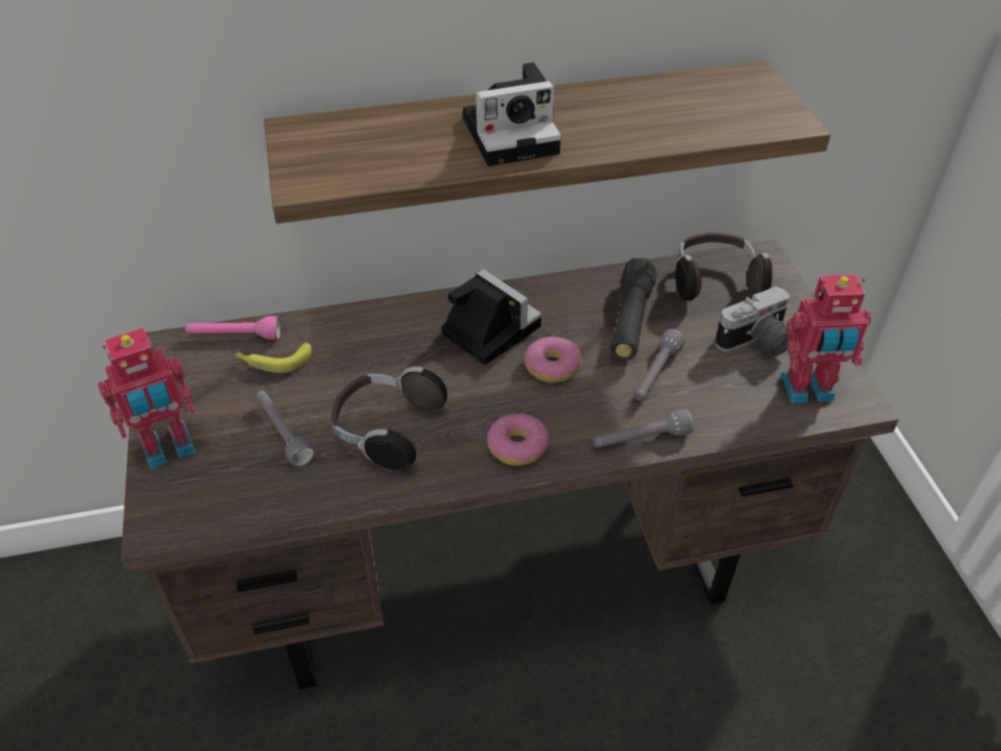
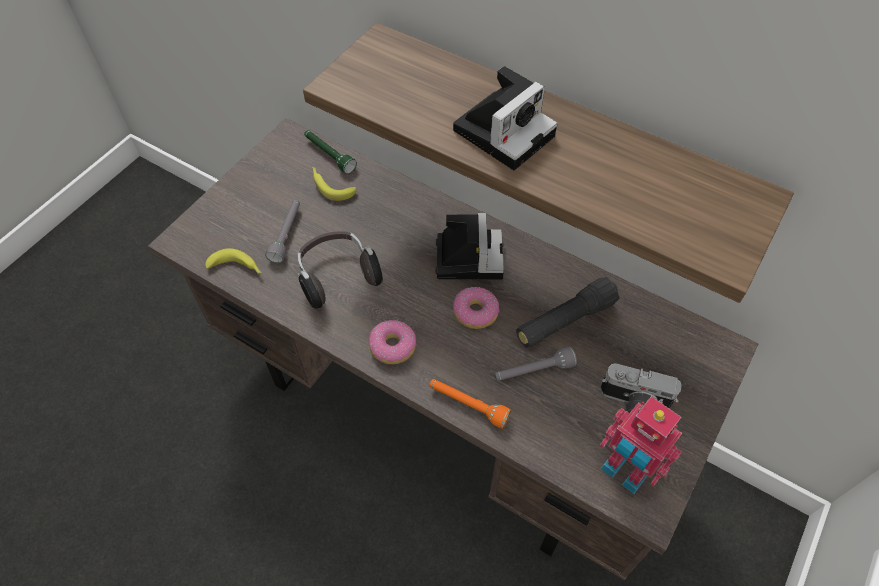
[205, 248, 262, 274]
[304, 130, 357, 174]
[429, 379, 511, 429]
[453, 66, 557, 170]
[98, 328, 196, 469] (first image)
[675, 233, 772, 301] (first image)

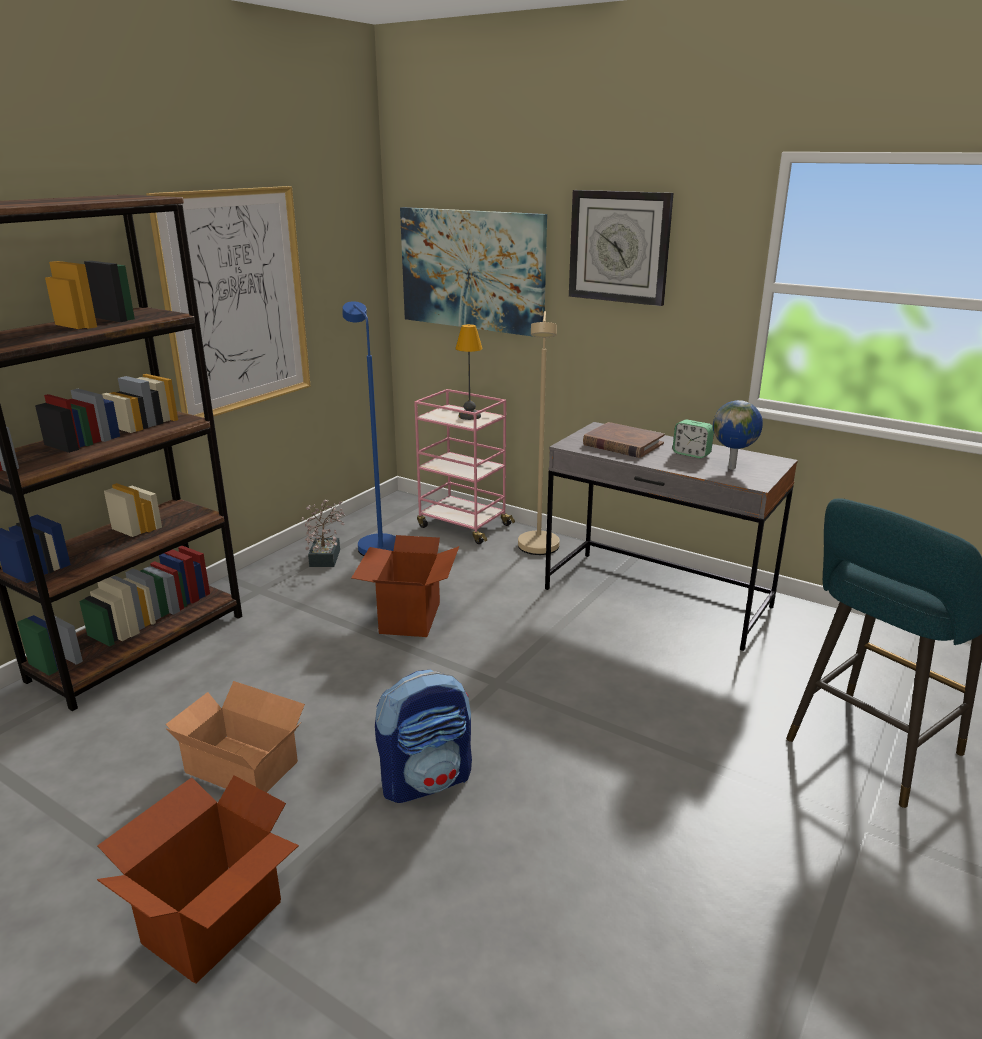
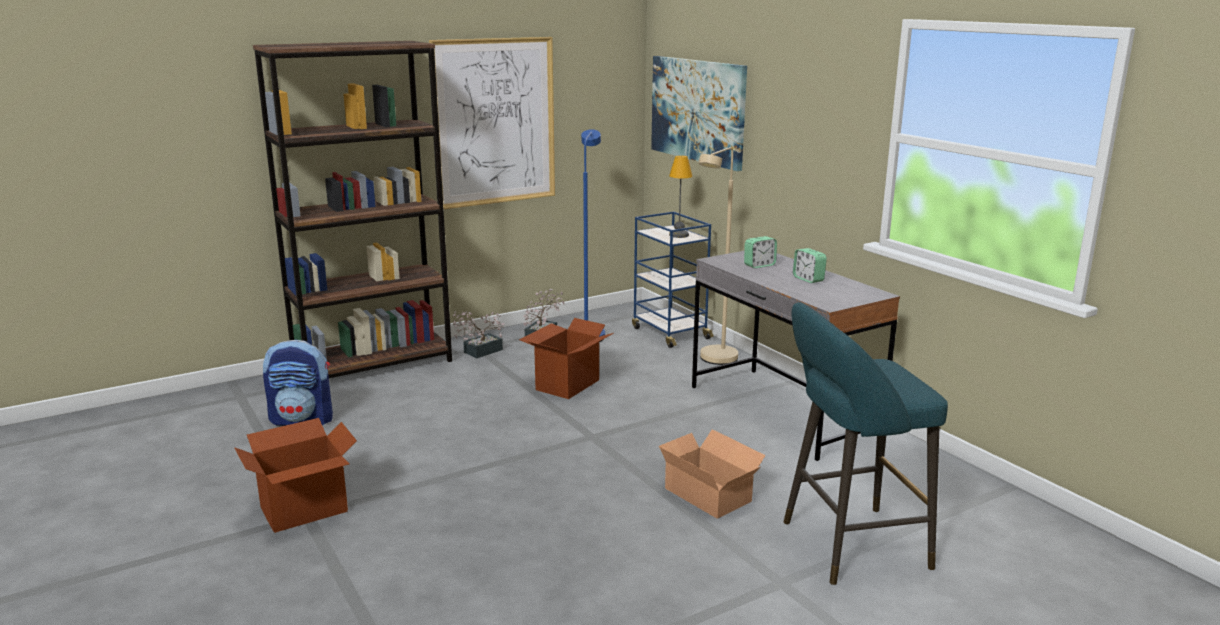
[263, 339, 333, 426]
[452, 311, 505, 358]
[632, 211, 714, 348]
[659, 429, 766, 518]
[744, 236, 777, 268]
[569, 190, 673, 306] (first image)
[713, 400, 763, 470] (first image)

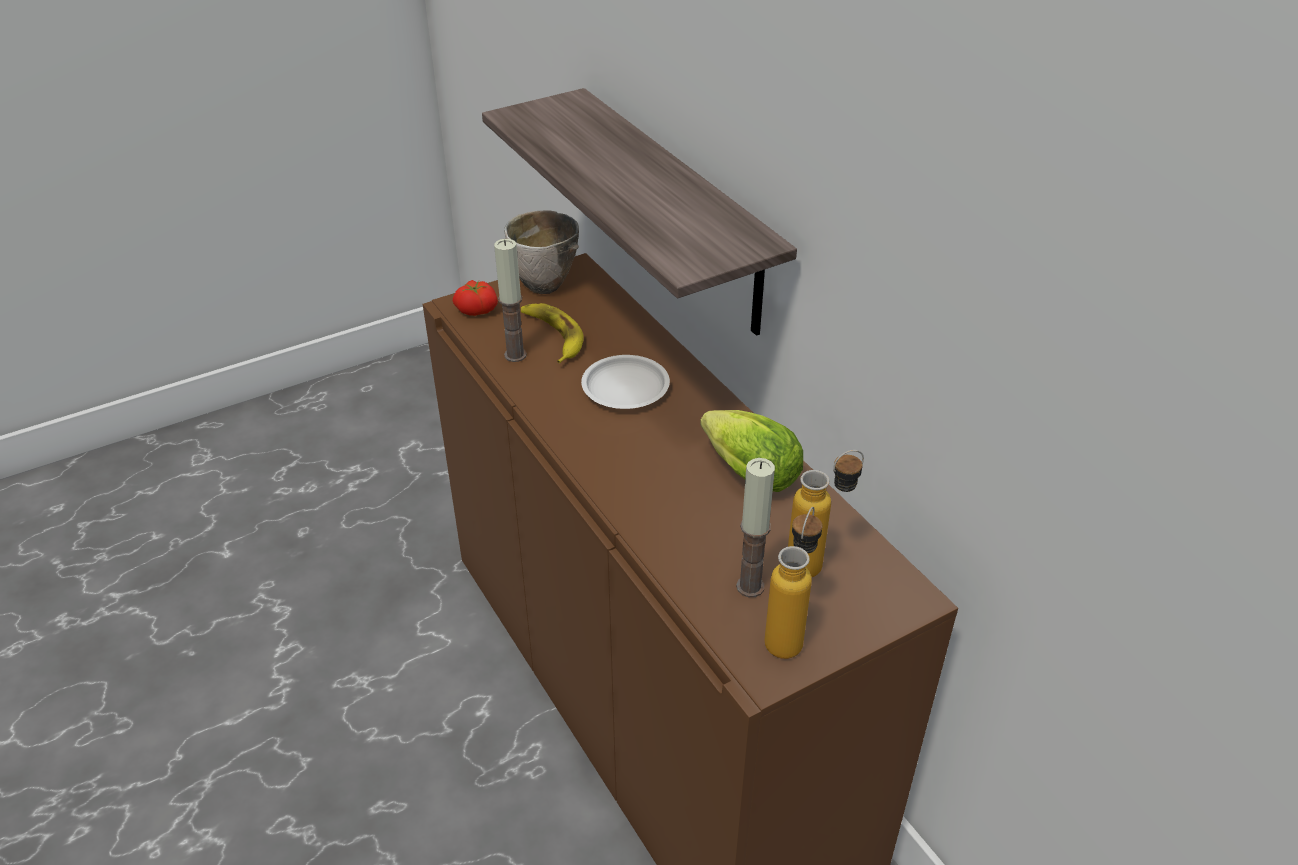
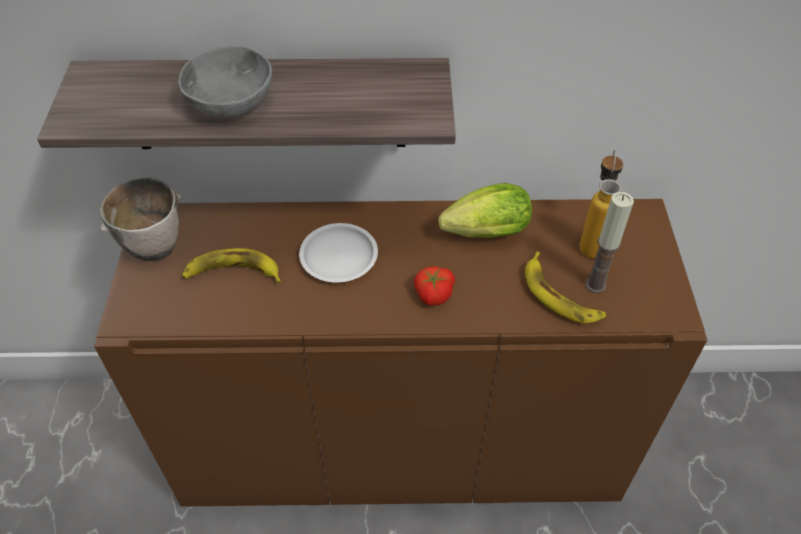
[178, 46, 272, 118]
[414, 266, 455, 305]
[525, 251, 606, 323]
[494, 239, 527, 362] (first image)
[765, 507, 823, 659] (first image)

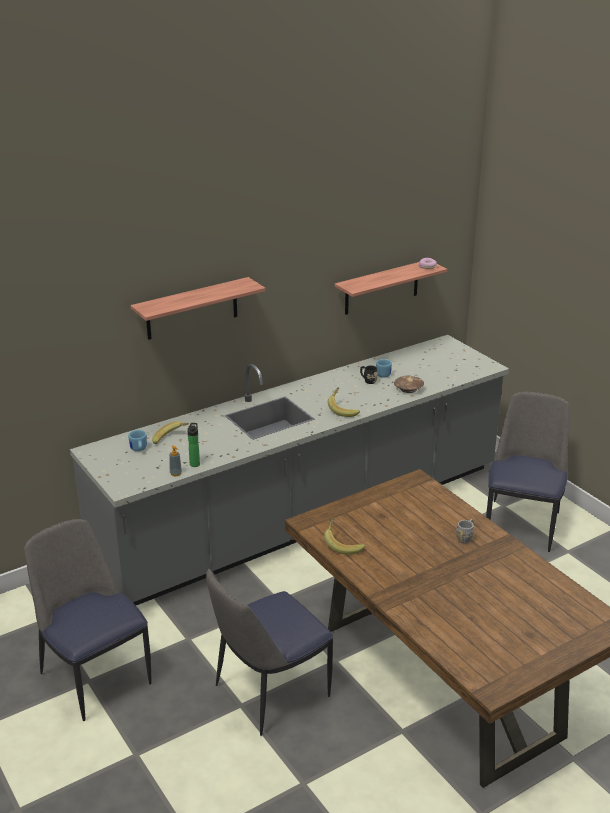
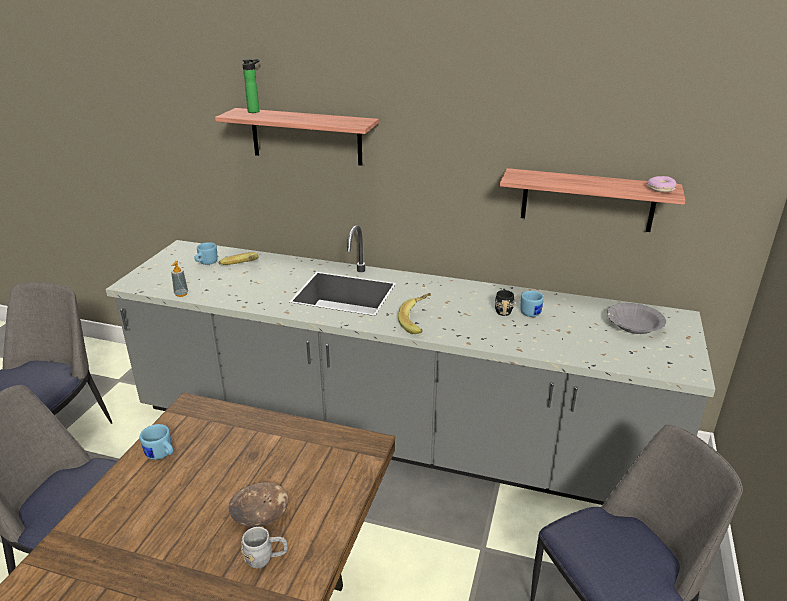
[140, 424, 173, 460]
[229, 483, 288, 527]
[242, 59, 260, 113]
[607, 303, 666, 334]

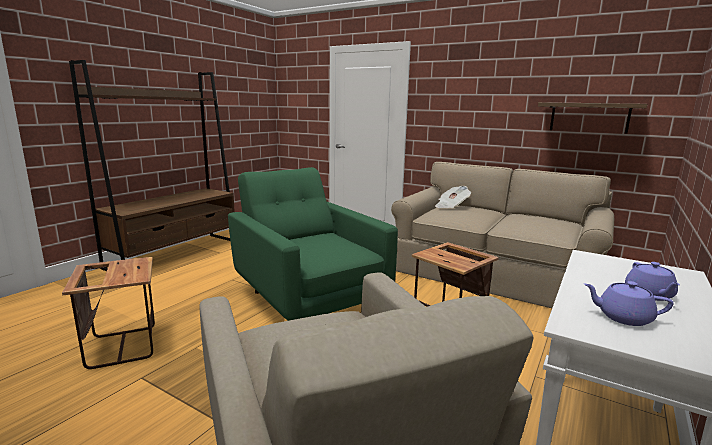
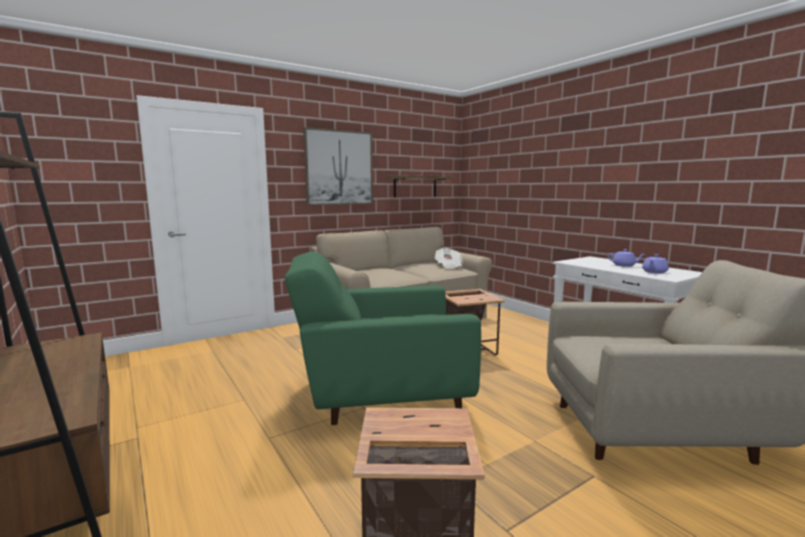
[303, 127, 373, 205]
[435, 247, 462, 269]

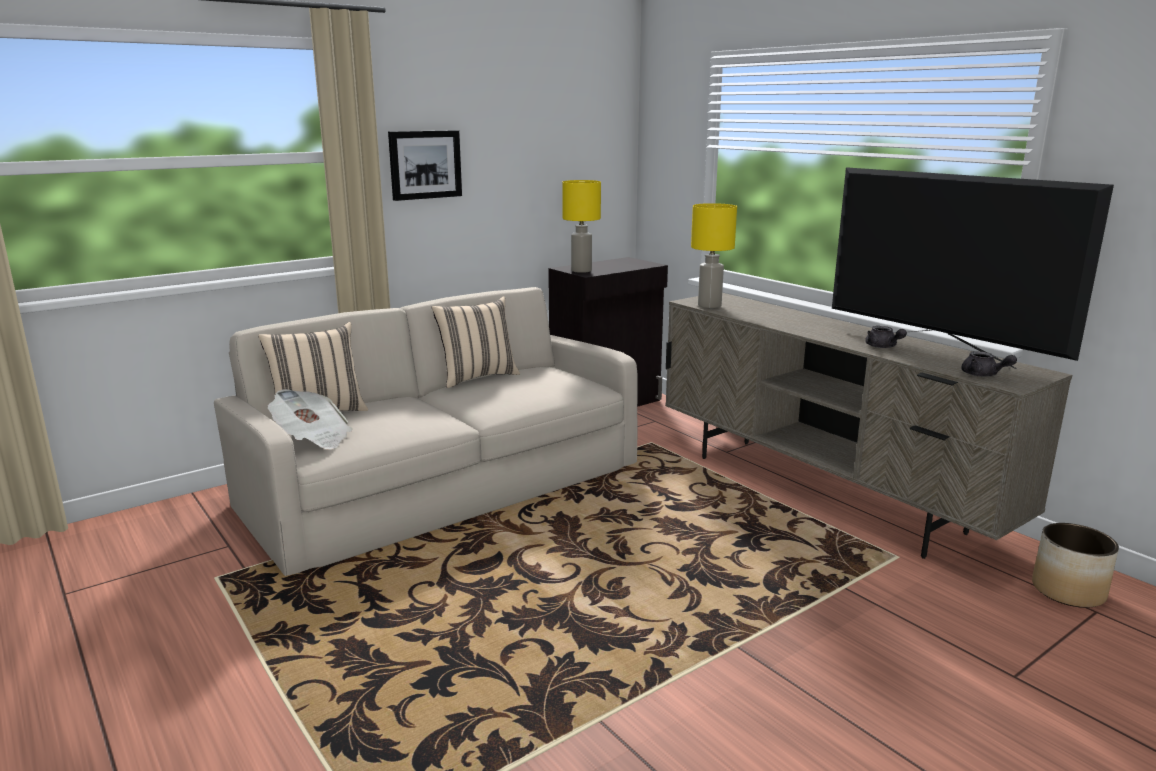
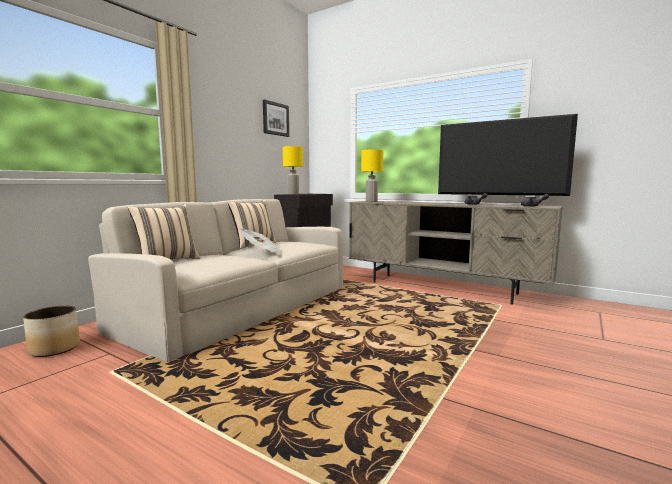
[23, 305, 80, 357]
[241, 228, 280, 254]
[263, 100, 289, 137]

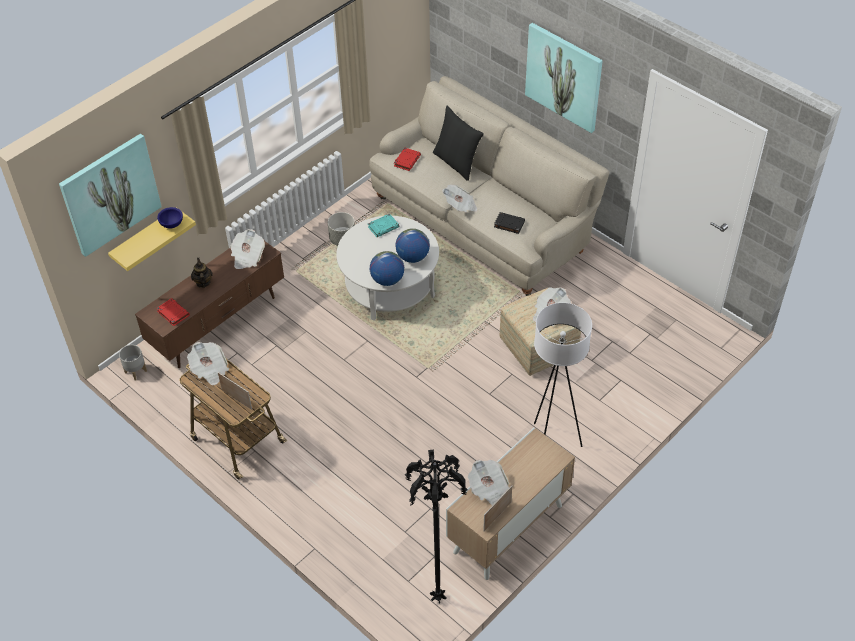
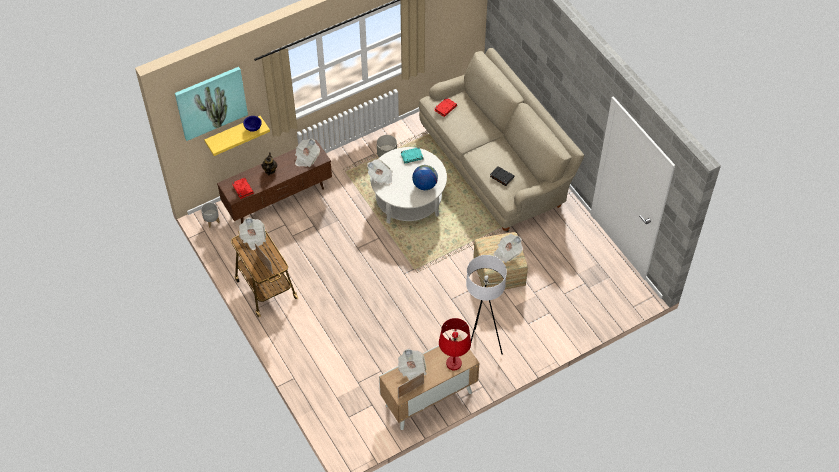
[367, 159, 393, 184]
[439, 318, 471, 370]
[370, 251, 404, 286] (first image)
[405, 450, 468, 604] (first image)
[433, 106, 484, 181] (first image)
[525, 23, 603, 133] (first image)

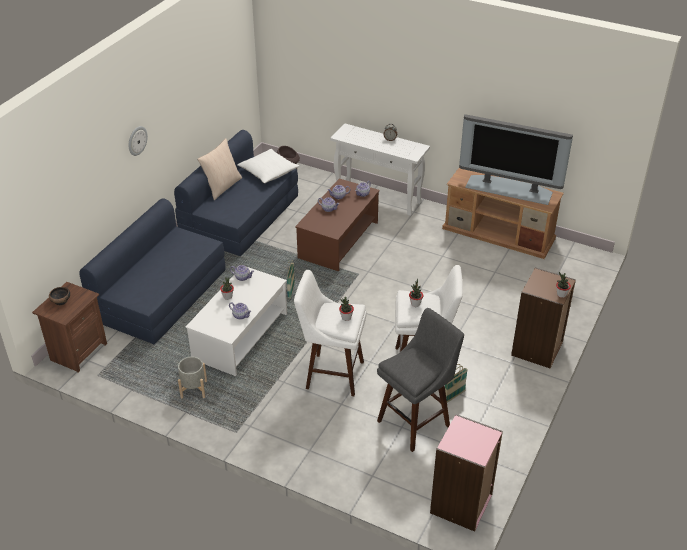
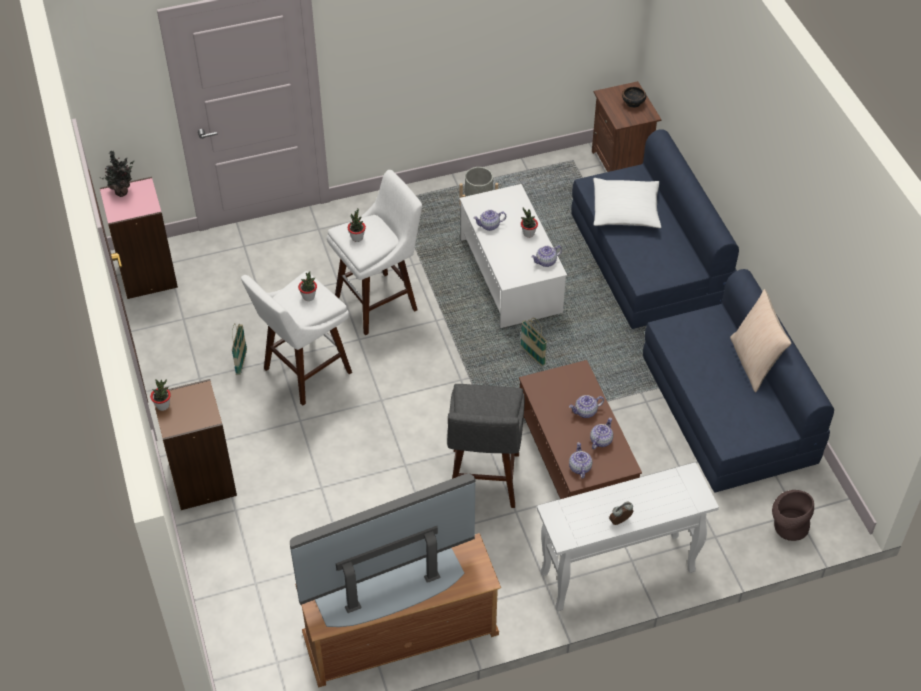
[99, 151, 134, 197]
[447, 384, 525, 508]
[593, 178, 661, 228]
[128, 126, 148, 156] (first image)

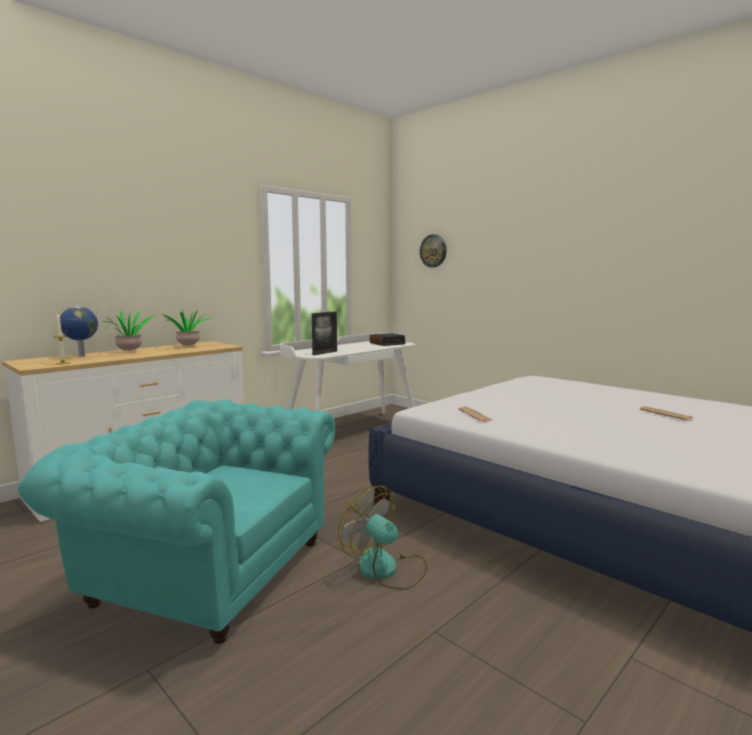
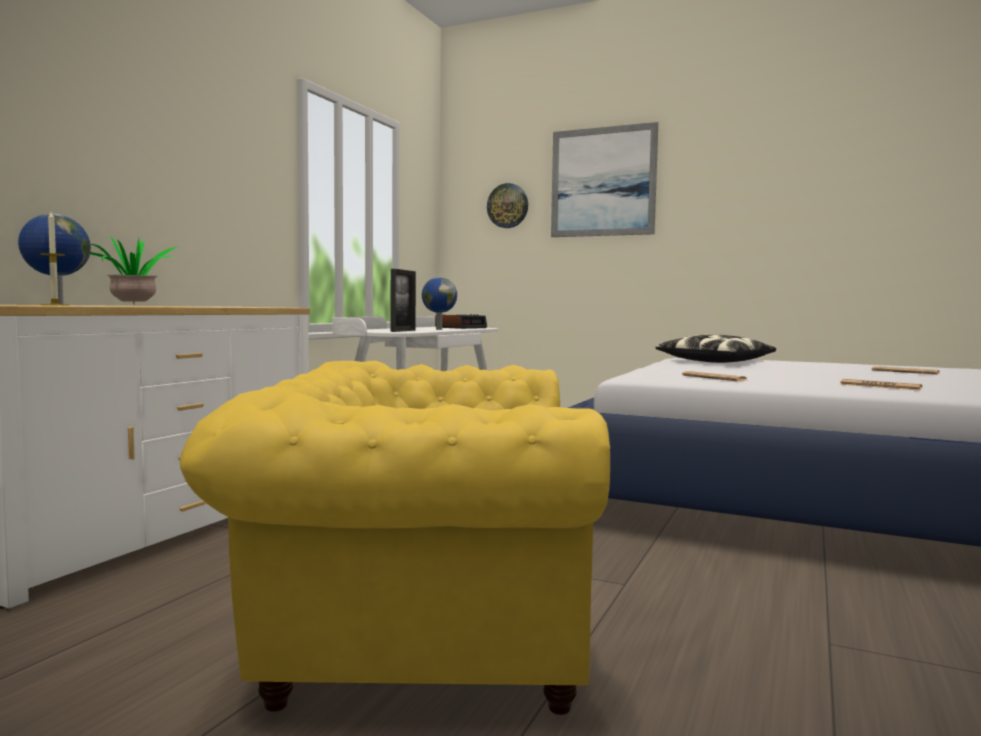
[180, 361, 610, 715]
[422, 277, 457, 330]
[551, 122, 658, 237]
[655, 335, 776, 363]
[840, 379, 922, 390]
[164, 310, 214, 346] (first image)
[338, 486, 427, 590] (first image)

